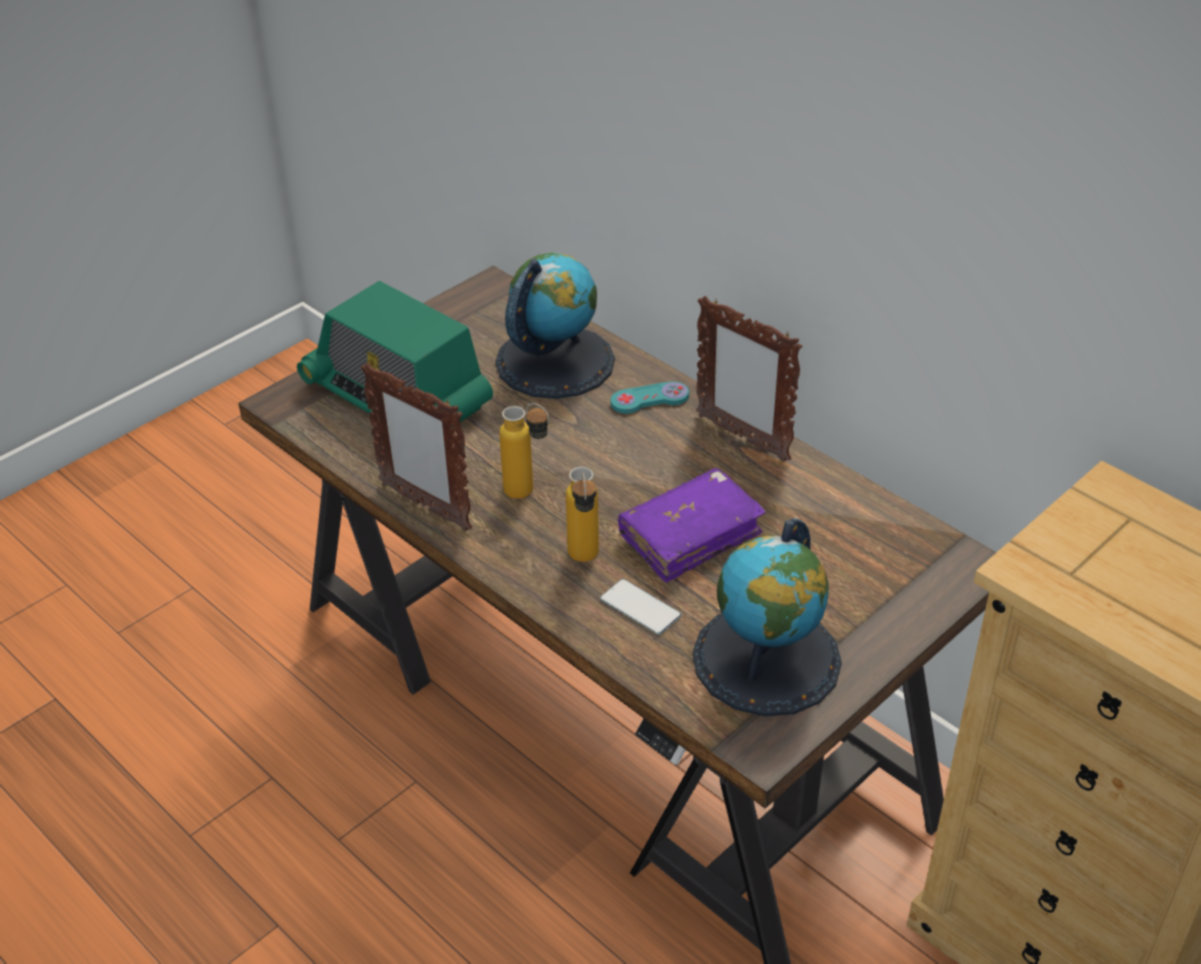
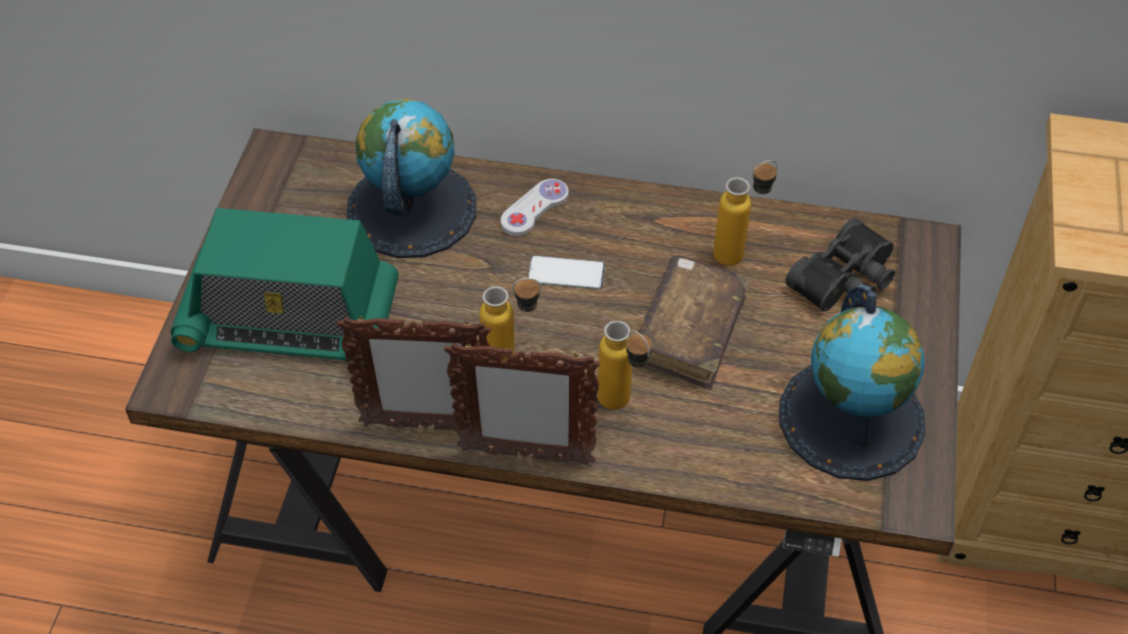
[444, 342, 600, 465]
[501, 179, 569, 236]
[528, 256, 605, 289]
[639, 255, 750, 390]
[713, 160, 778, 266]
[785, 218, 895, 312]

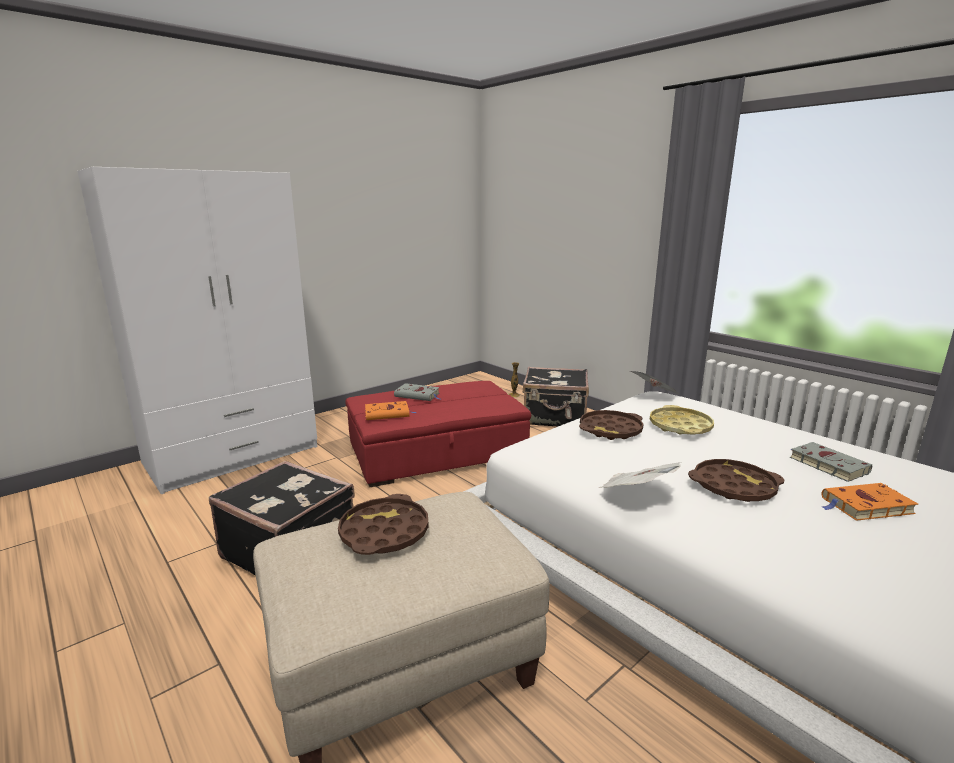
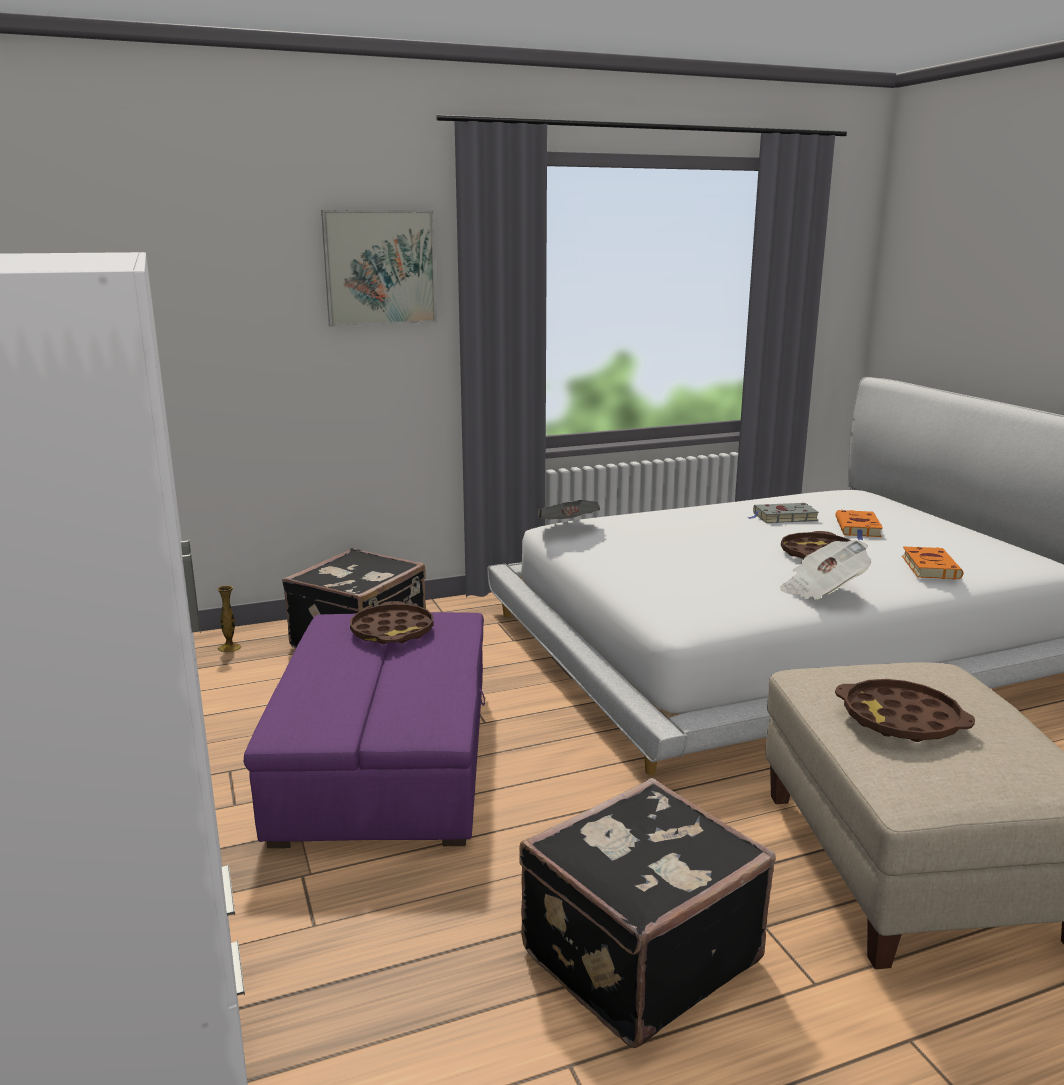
[244, 612, 485, 848]
[321, 210, 437, 327]
[350, 601, 434, 644]
[902, 547, 963, 580]
[394, 383, 441, 401] (first image)
[650, 405, 714, 435] (first image)

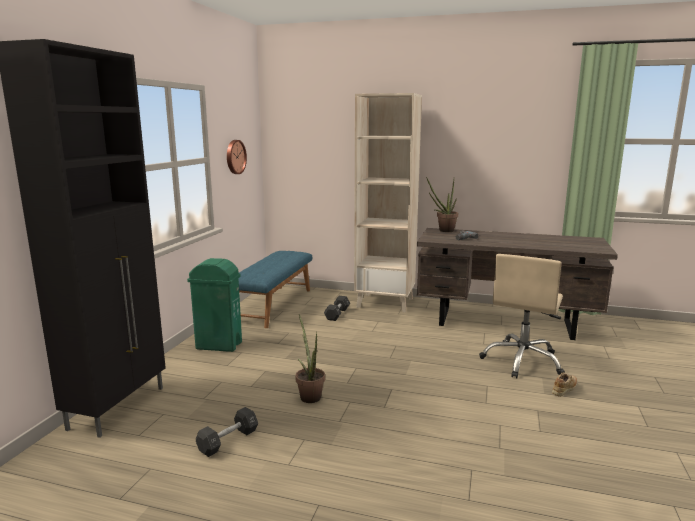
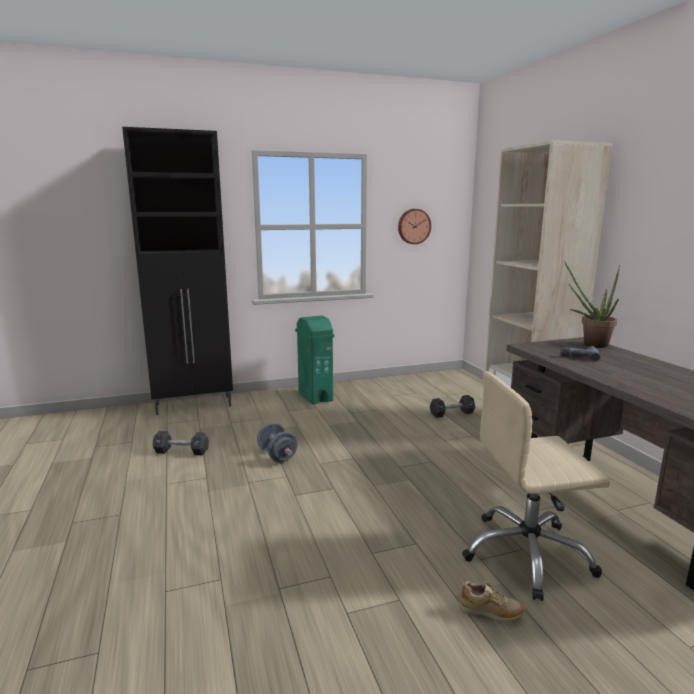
[257, 422, 298, 462]
[238, 251, 312, 328] (first image)

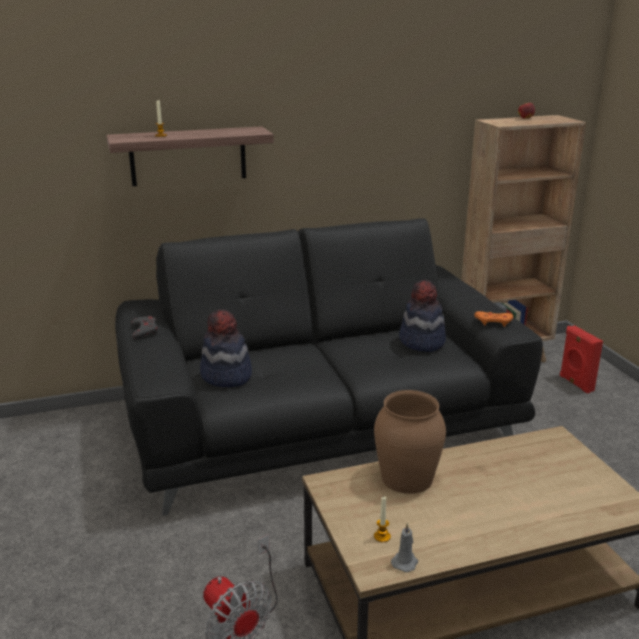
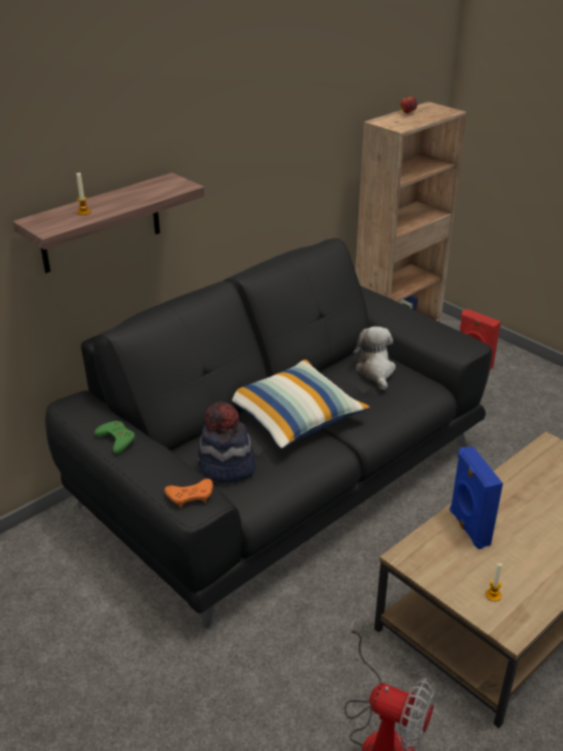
[94, 421, 135, 454]
[164, 479, 213, 508]
[232, 360, 371, 449]
[353, 326, 396, 390]
[450, 446, 503, 549]
[391, 523, 418, 572] (first image)

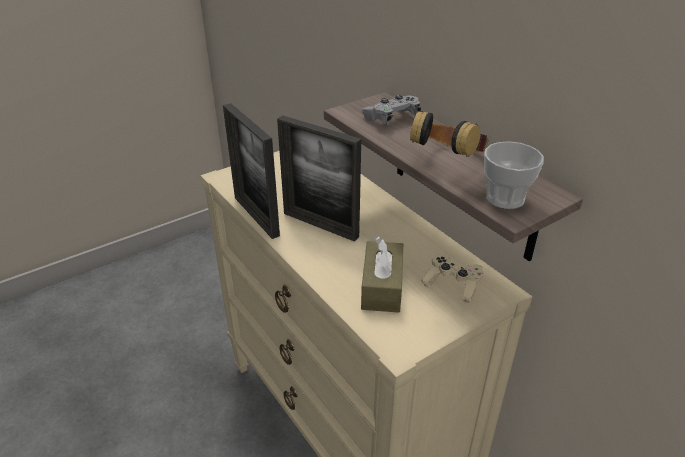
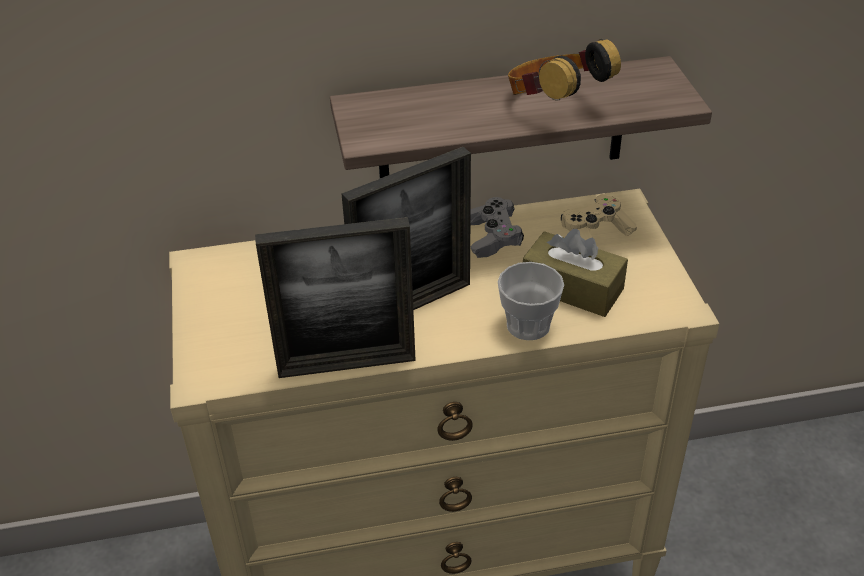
[470, 197, 524, 258]
[498, 262, 564, 340]

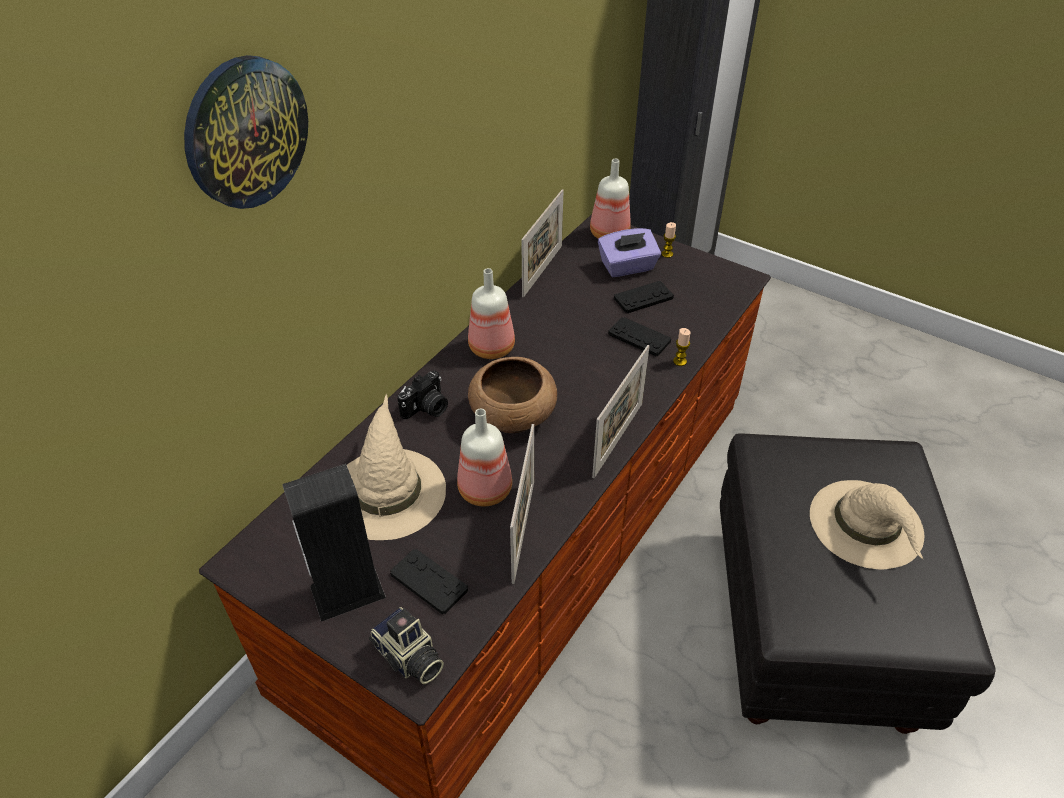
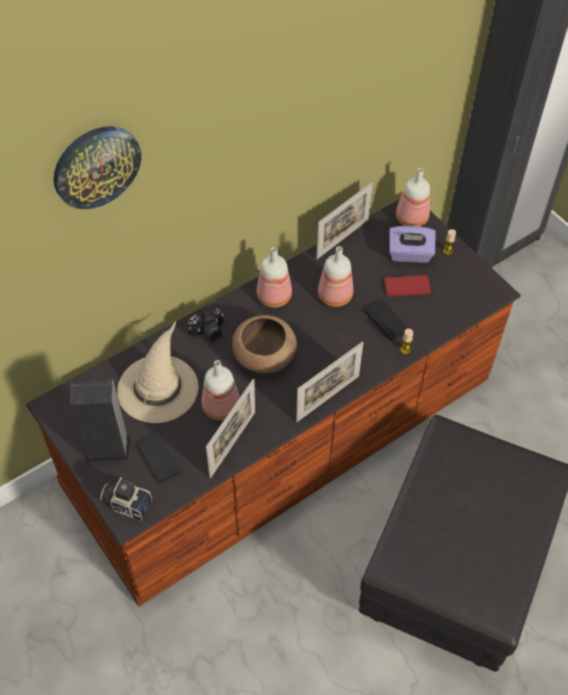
[100, 477, 153, 521]
[318, 246, 353, 307]
[384, 275, 431, 297]
[810, 480, 924, 570] (first image)

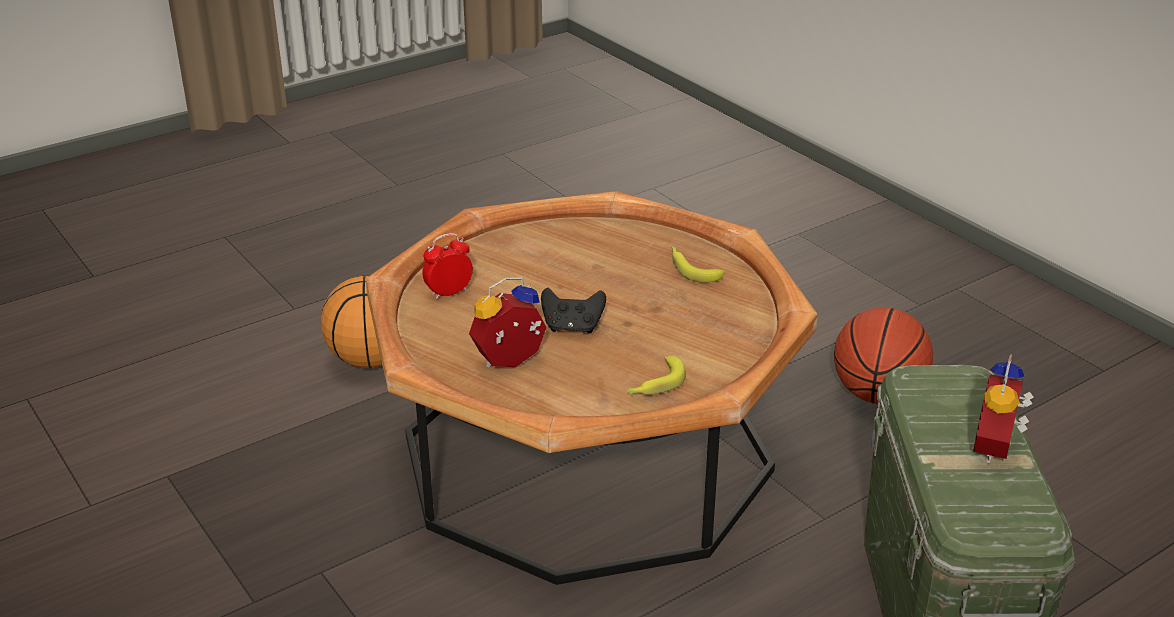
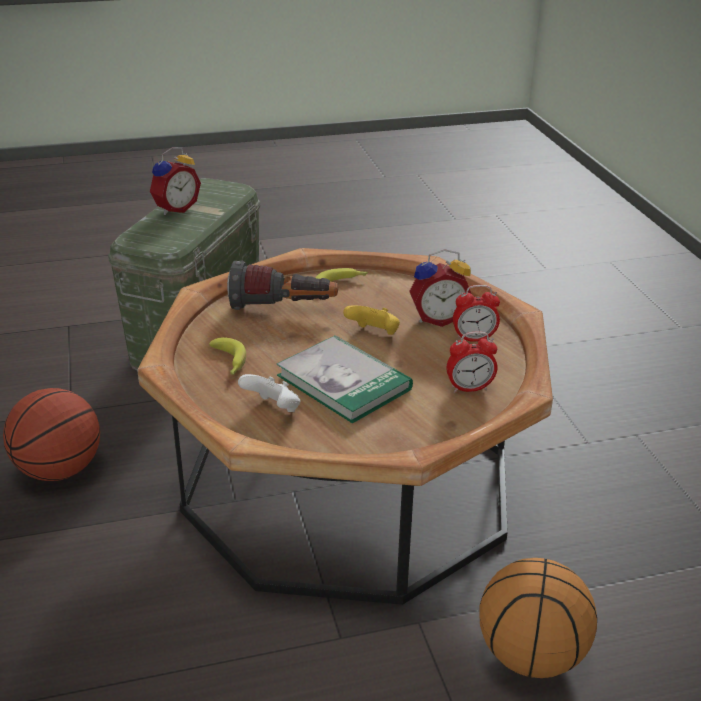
[227, 260, 338, 310]
[238, 374, 300, 412]
[277, 335, 413, 423]
[343, 305, 400, 335]
[453, 285, 500, 342]

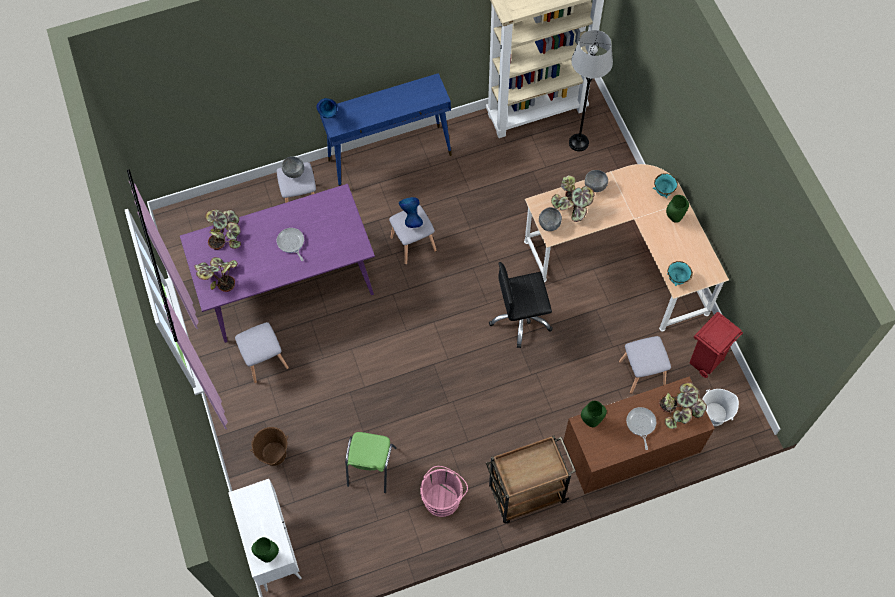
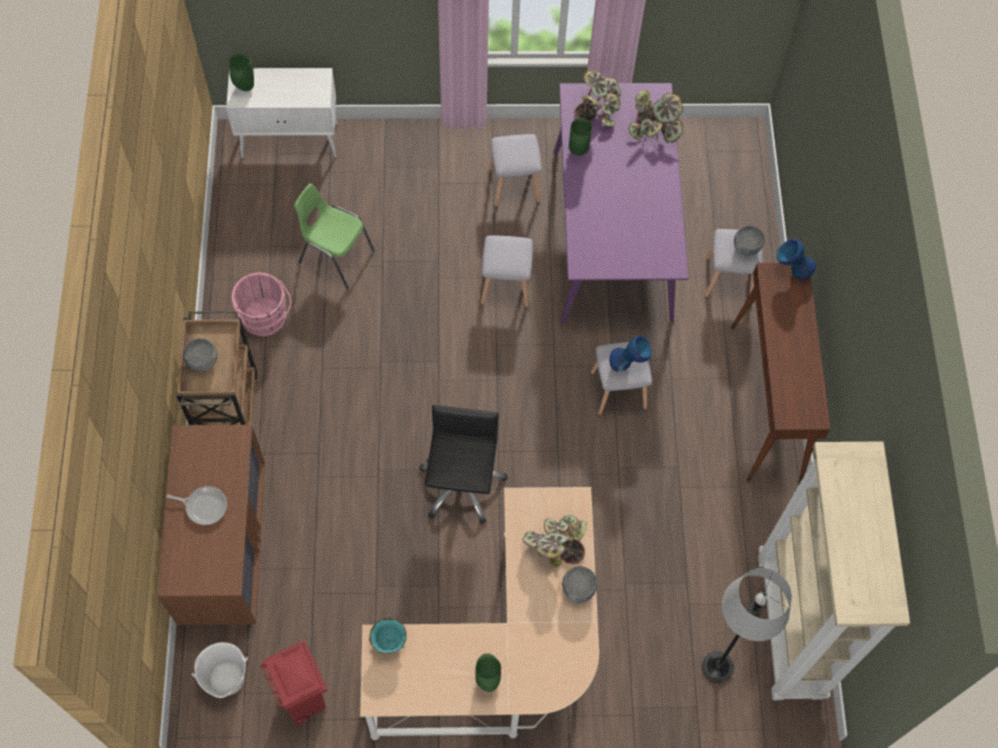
[183, 338, 217, 371]
[481, 236, 533, 308]
[569, 118, 592, 156]
[731, 263, 830, 483]
[250, 427, 288, 466] (first image)
[277, 228, 304, 261] (first image)
[653, 173, 678, 198] (first image)
[659, 382, 707, 429] (first image)

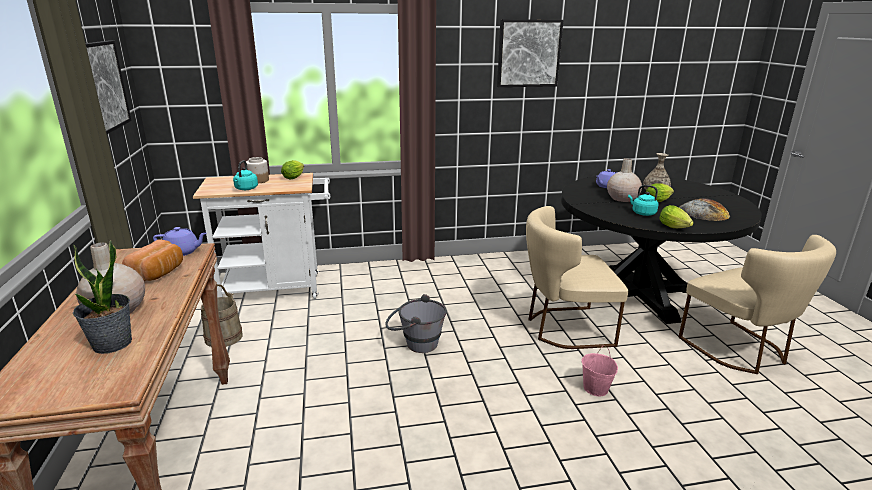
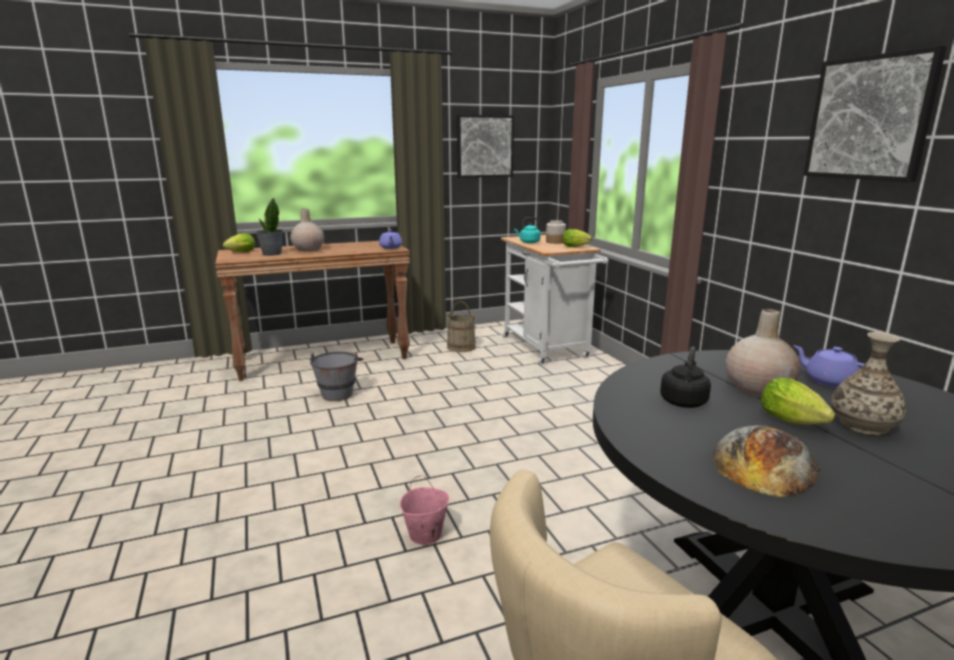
[223, 233, 255, 252]
[310, 352, 363, 401]
[660, 346, 711, 408]
[122, 239, 183, 281] (first image)
[526, 206, 628, 349] (first image)

